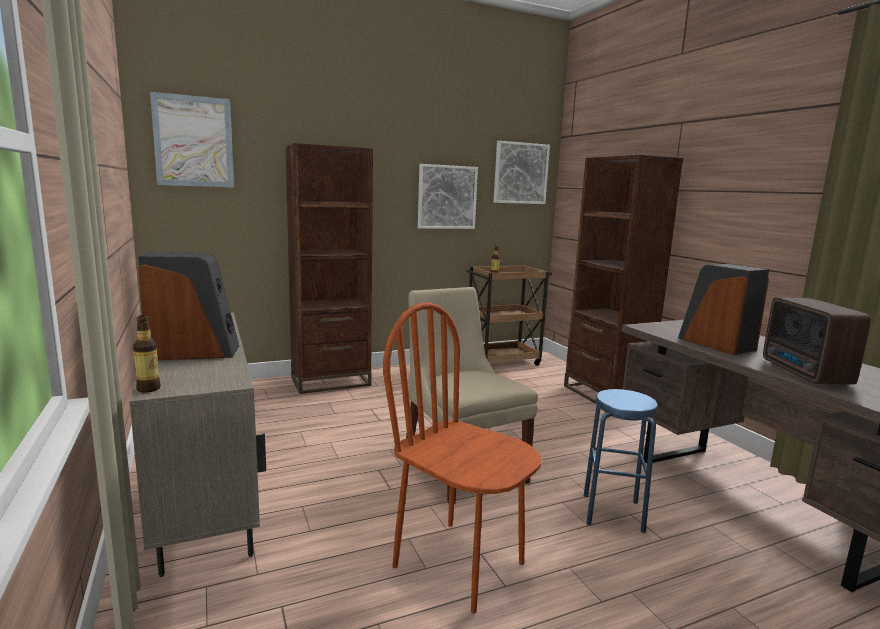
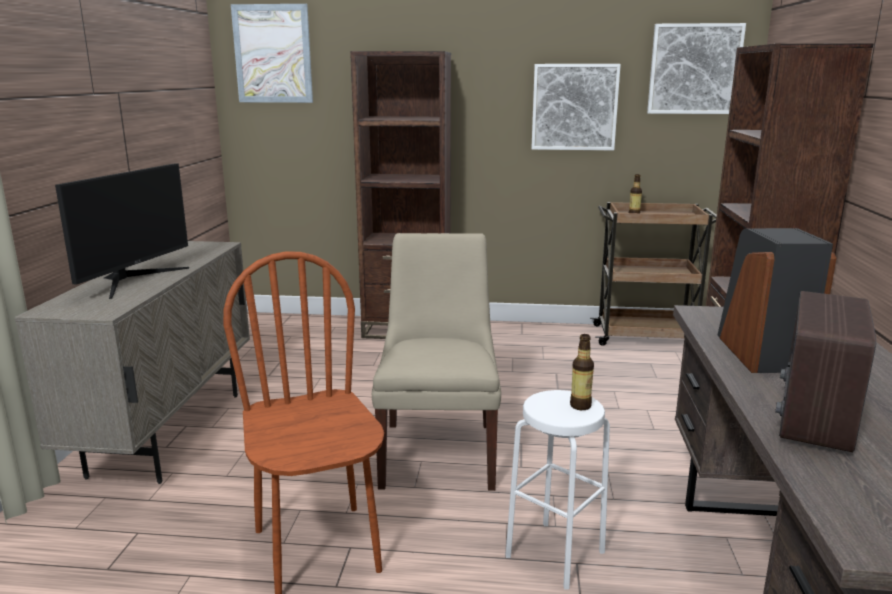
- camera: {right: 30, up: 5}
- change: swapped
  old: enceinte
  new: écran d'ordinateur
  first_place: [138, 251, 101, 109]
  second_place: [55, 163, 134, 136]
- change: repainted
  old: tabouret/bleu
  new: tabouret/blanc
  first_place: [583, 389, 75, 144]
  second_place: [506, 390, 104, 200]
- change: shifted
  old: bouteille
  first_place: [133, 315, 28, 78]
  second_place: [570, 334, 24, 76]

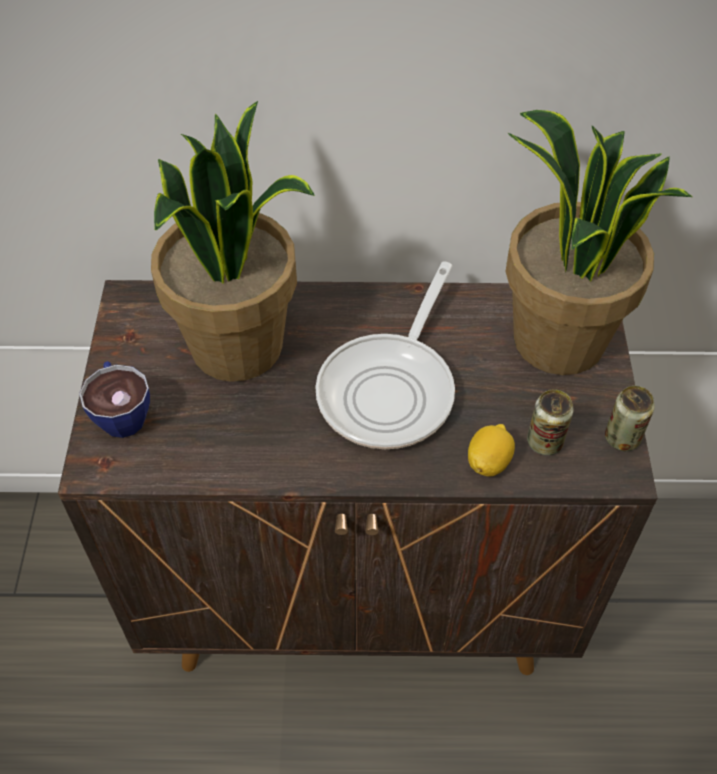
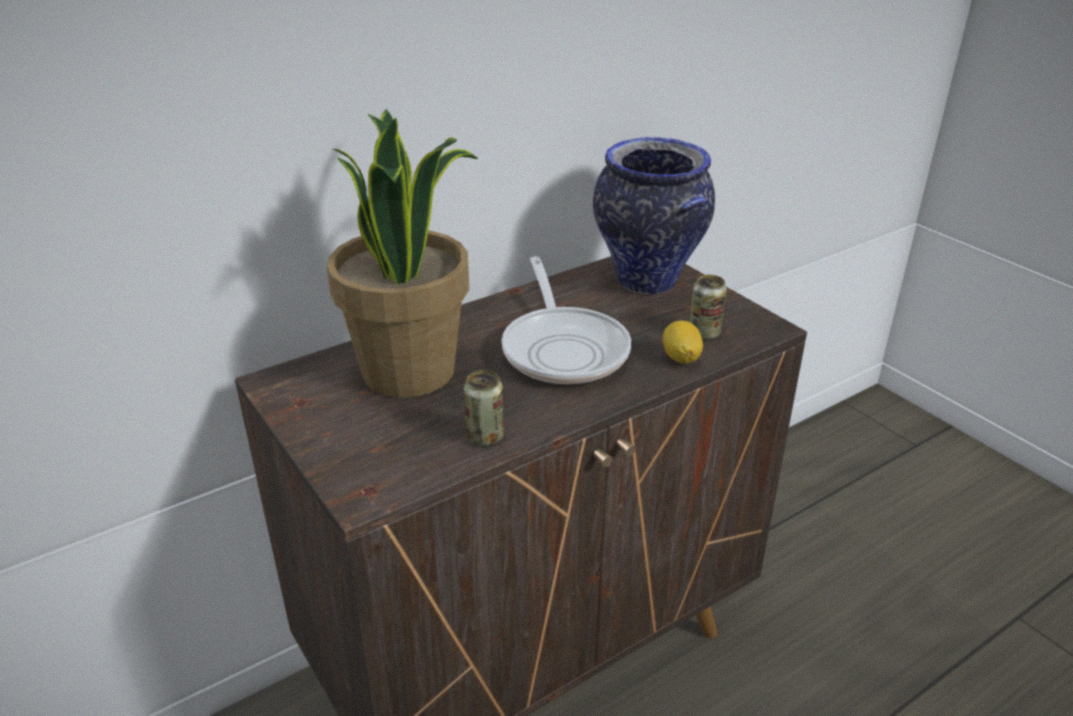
- camera: {right: -35, up: -20}
- change: shifted
  old: boîte métallique
  first_place: [605, 386, 50, 65]
  second_place: [464, 370, 40, 76]
- change: swapped
  old: plante en pot
  new: vase
  first_place: [505, 110, 187, 265]
  second_place: [593, 137, 122, 157]
- change: gone
  old: tasse
  first_place: [79, 361, 71, 77]

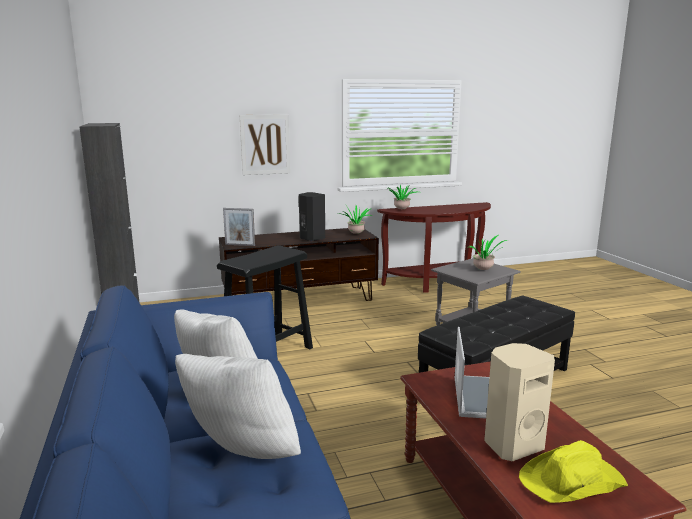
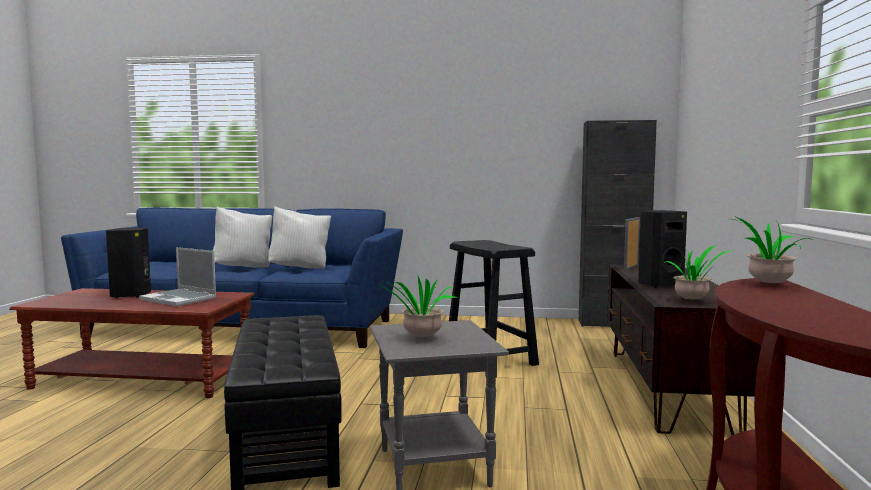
- camera: {right: 115, up: -10}
- change: repainted
  old: enceinte/beige
  new: enceinte/noir
  first_place: [484, 343, 71, 118]
  second_place: [106, 228, 45, 70]
- change: gone
  old: tableau
  first_place: [240, 114, 50, 61]
- change: gone
  old: chapeau/jaune
  first_place: [519, 440, 109, 63]

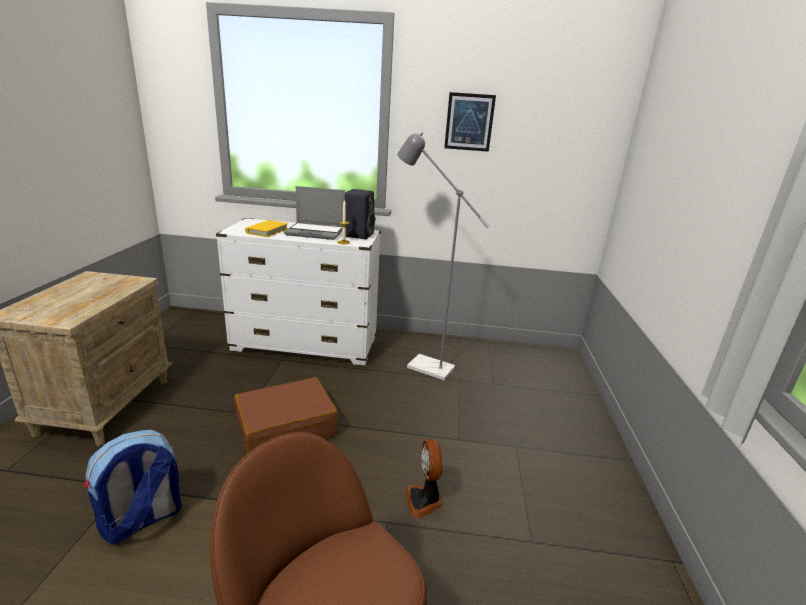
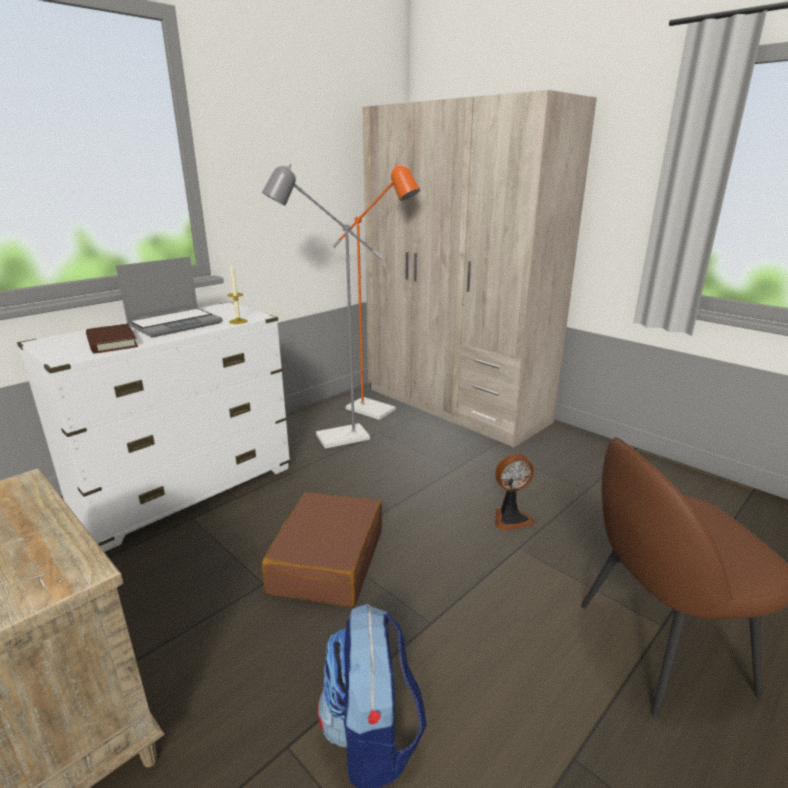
- camera: {right: -50, up: 0}
- change: repainted
  old: livre/jaune
  new: livre/marron
  first_place: [245, 220, 44, 17]
  second_place: [86, 323, 52, 30]
- change: new
  new: lampadaire/orange
  second_place: [332, 163, 88, 257]
- change: new
  new: armoire/beige
  second_place: [362, 90, 235, 358]
- change: rotated
  old: ventilateur
  first_place: [405, 439, 38, 79]
  second_place: [495, 454, 40, 77]
  degrees: -45
- change: gone
  old: enceinte/noir
  first_place: [345, 189, 30, 50]
- change: gone
  old: tableau
  first_place: [444, 92, 52, 60]

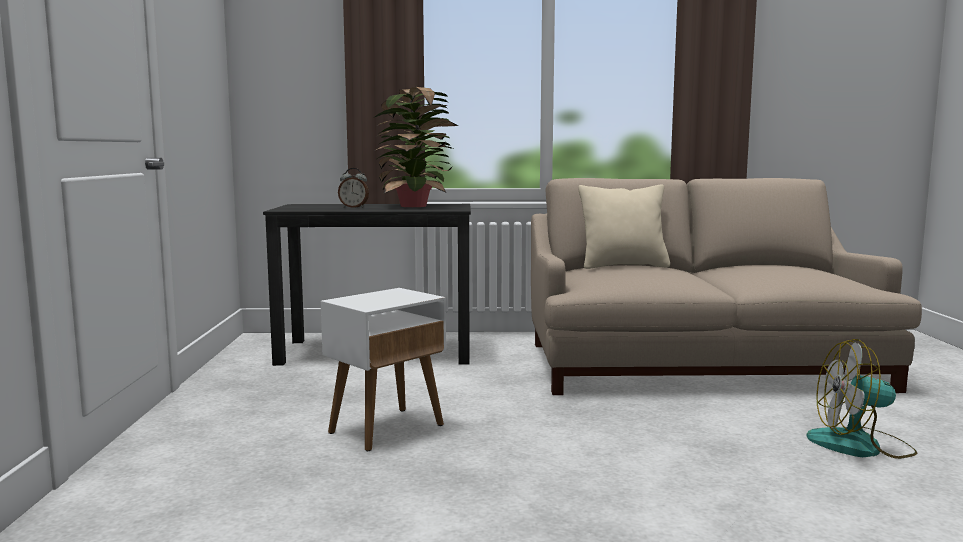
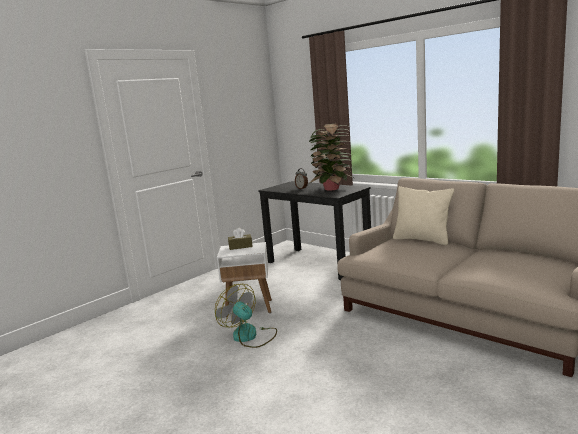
- camera: {right: 45, up: 5}
- change: shifted
  old: ventilateur
  first_place: [806, 339, 111, 120]
  second_place: [215, 284, 62, 64]
- change: new
  new: boîte à mouchoirs/marron
  second_place: [228, 228, 25, 22]

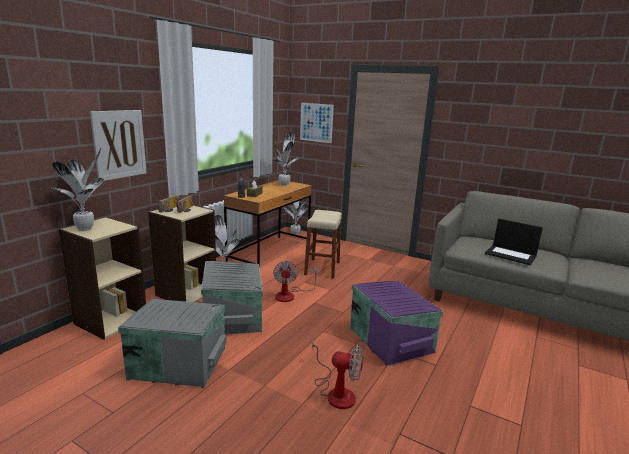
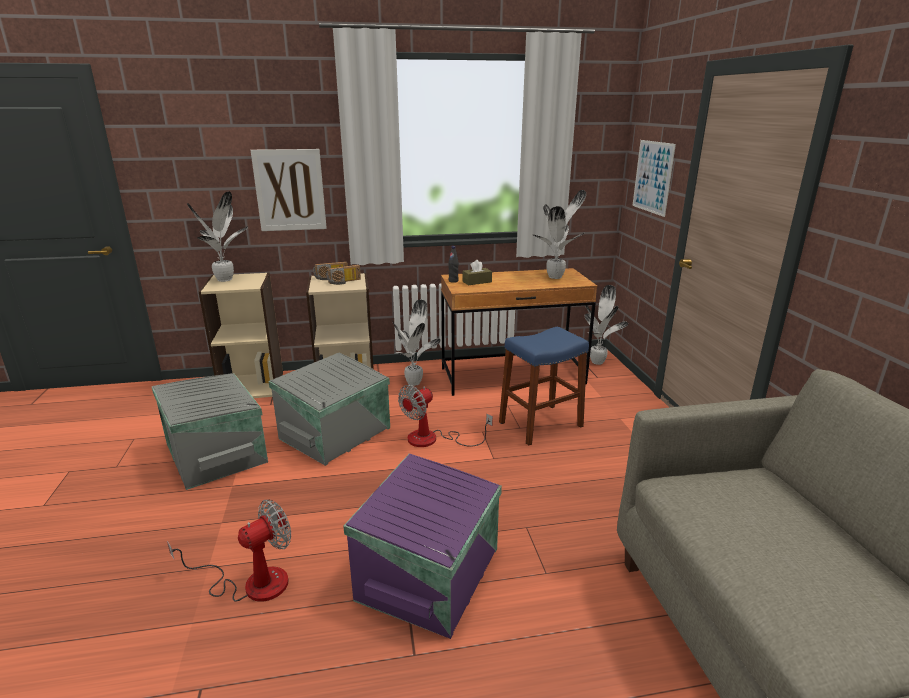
- camera: {right: 50, up: 5}
- change: rotated
  old: ventilateur
  first_place: [312, 339, 51, 70]
  second_place: [167, 499, 124, 103]
  degrees: -105
- change: repainted
  old: tabouret/beige
  new: tabouret/bleu
  first_place: [304, 210, 38, 69]
  second_place: [499, 327, 90, 119]
- change: gone
  old: ordinateur portable
  first_place: [485, 219, 58, 46]

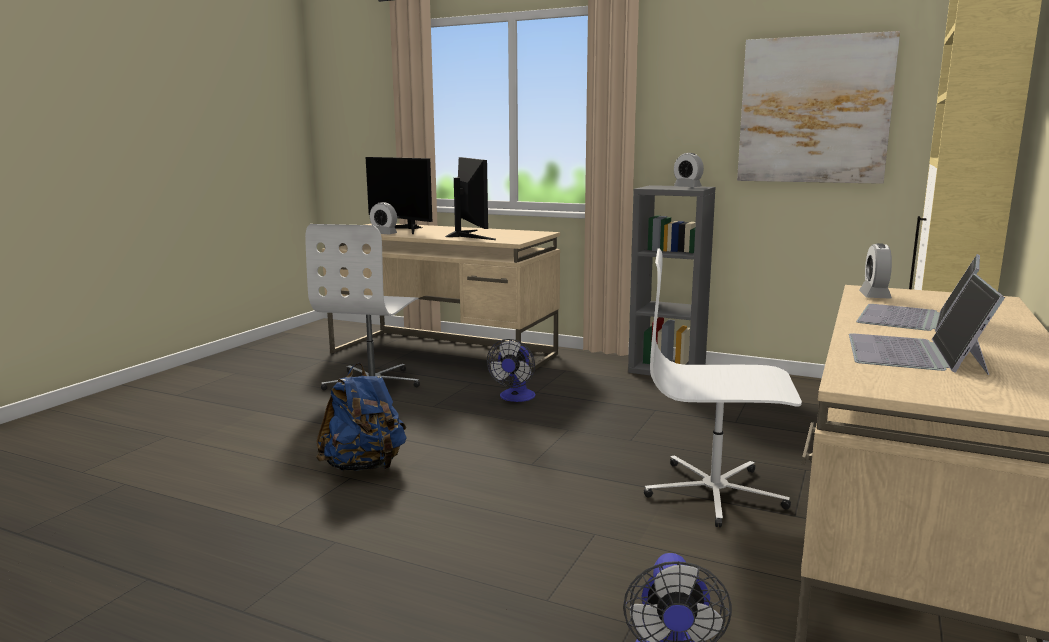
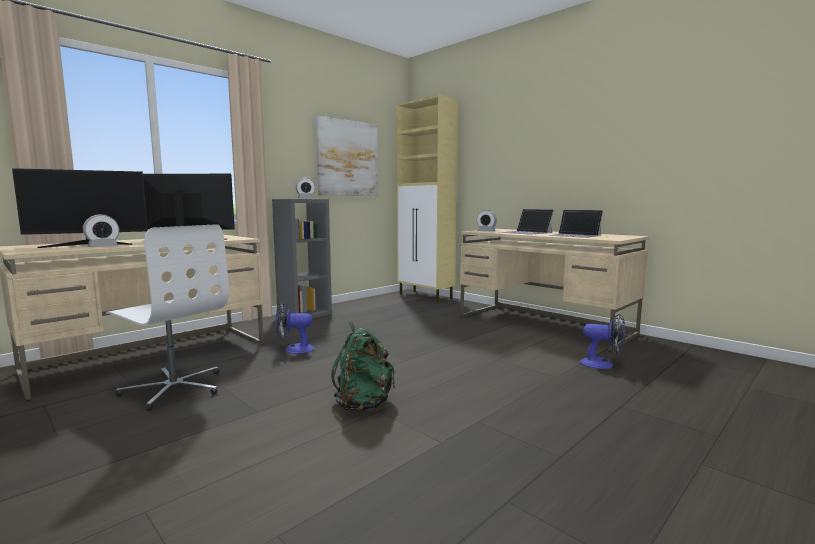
- camera: {right: -70, up: -5}
- change: rotated
  old: ventilateur
  first_place: [487, 339, 48, 63]
  second_place: [276, 302, 38, 52]
  degrees: 135
- change: repainted
  old: sac à dos/bleu
  new: sac à dos/vert
  first_place: [316, 363, 91, 108]
  second_place: [331, 322, 64, 90]
- change: gone
  old: chaise de bureau/blanc
  first_place: [644, 249, 158, 279]

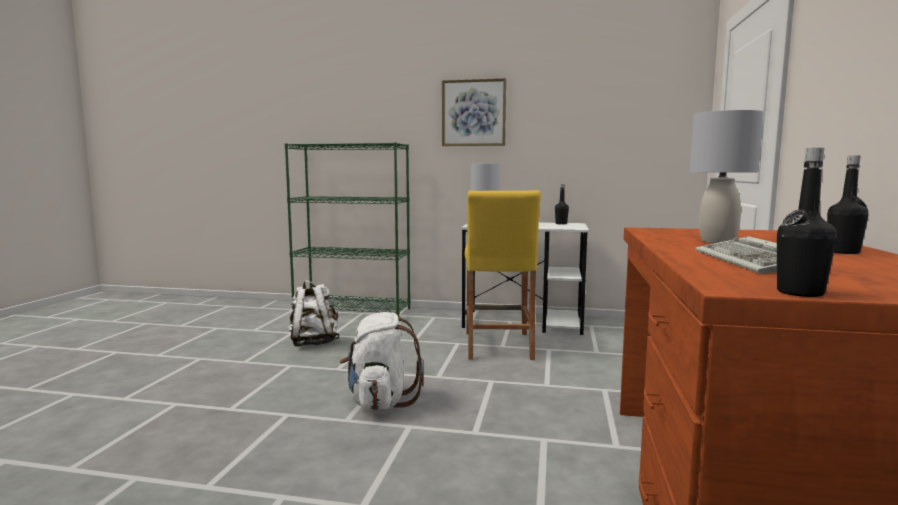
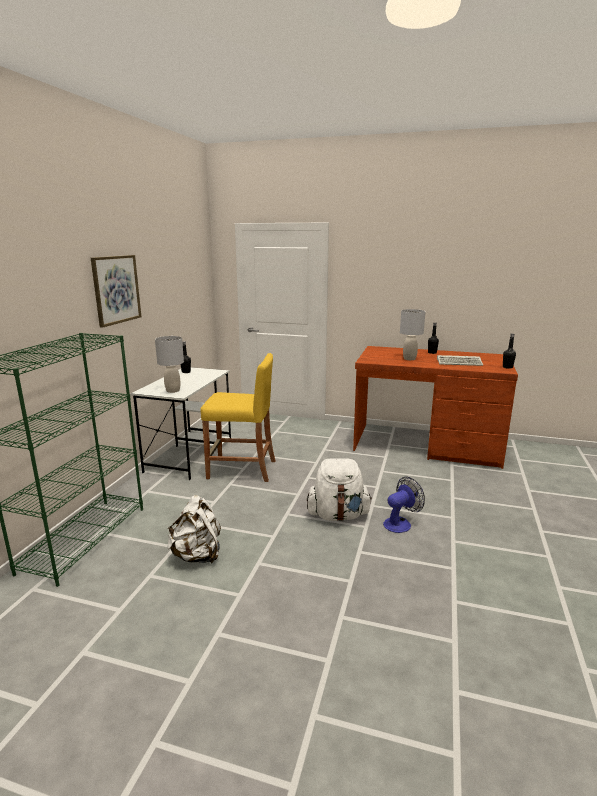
- camera: {right: -85, up: 10}
- change: new
  new: ventilateur
  second_place: [383, 477, 42, 56]

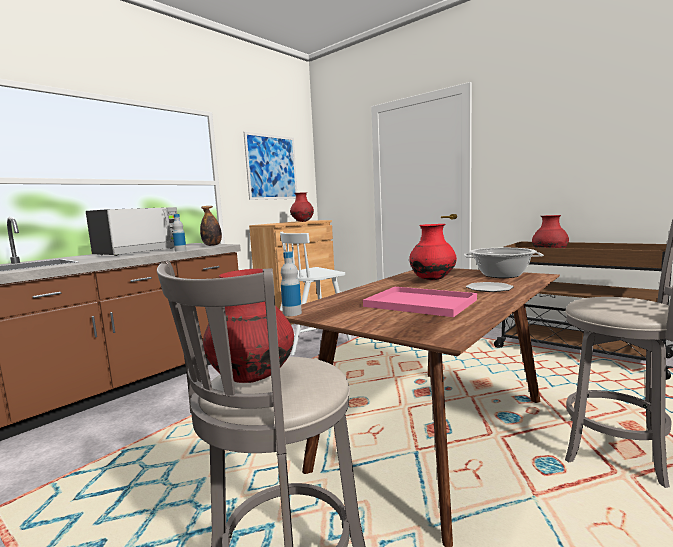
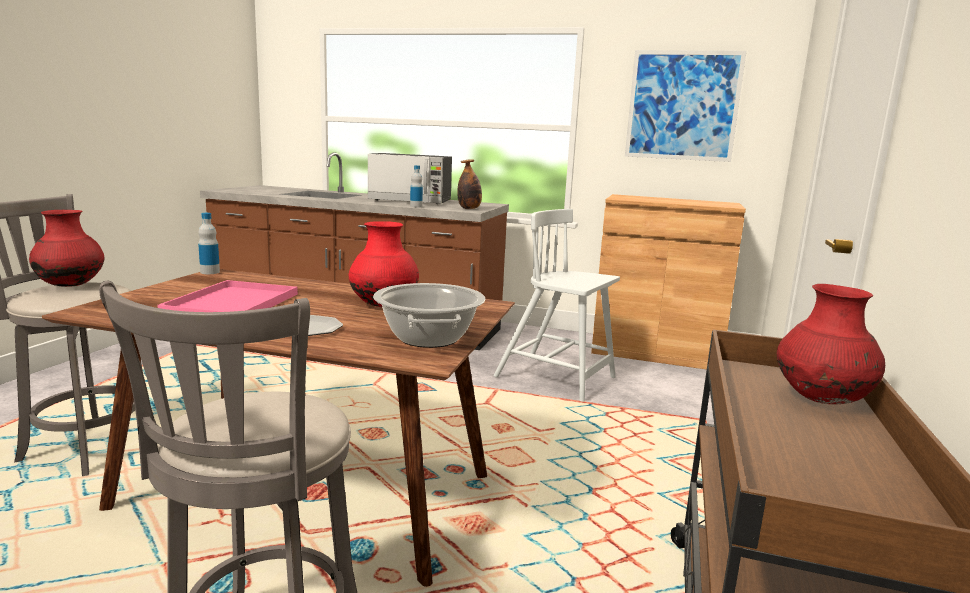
- camera: {right: 65, up: 5}
- change: gone
  old: vase/rouge
  first_place: [290, 192, 24, 30]

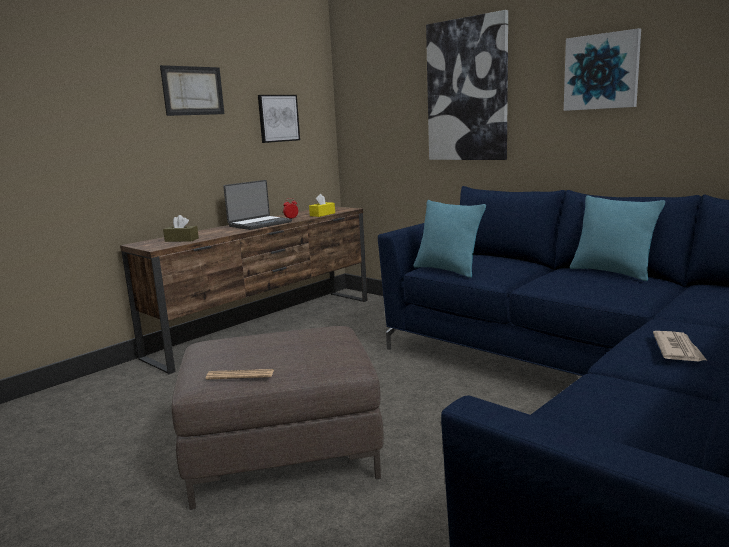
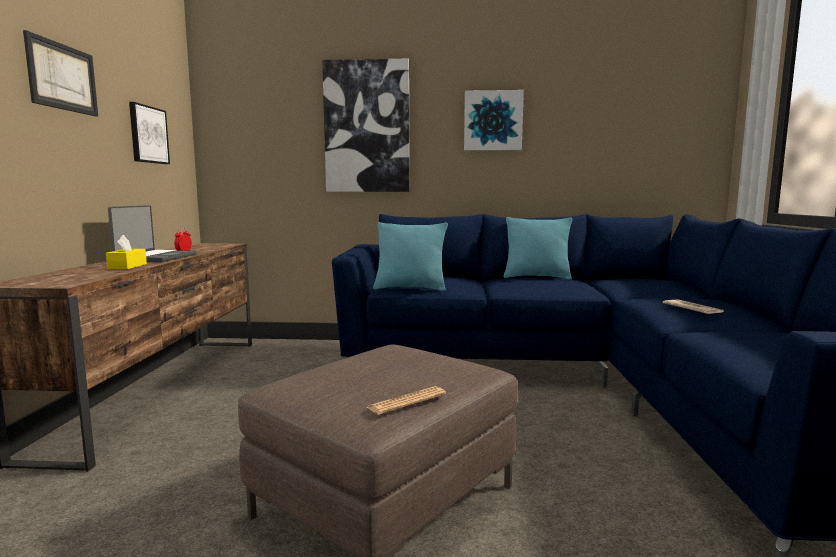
- camera: {right: -40, up: -5}
- change: shifted
  old: boîte à mouchoirs/jaune
  first_place: [309, 194, 26, 23]
  second_place: [106, 235, 41, 34]
- change: gone
  old: boîte à mouchoirs/marron
  first_place: [163, 215, 36, 27]

